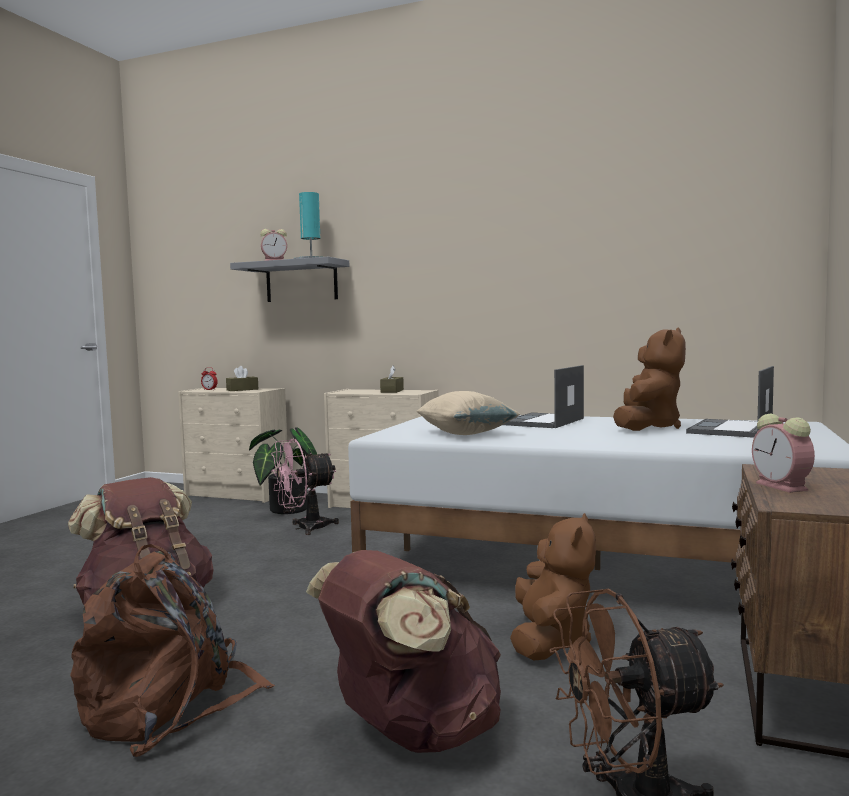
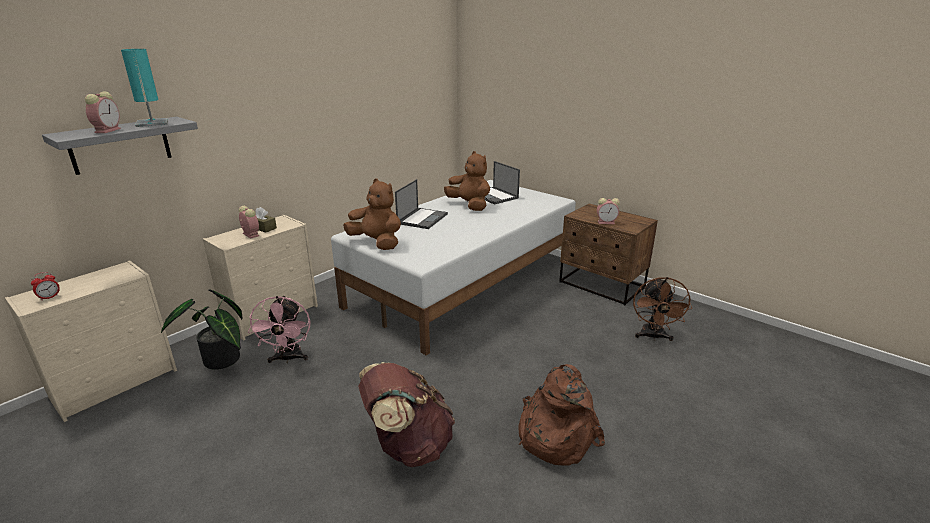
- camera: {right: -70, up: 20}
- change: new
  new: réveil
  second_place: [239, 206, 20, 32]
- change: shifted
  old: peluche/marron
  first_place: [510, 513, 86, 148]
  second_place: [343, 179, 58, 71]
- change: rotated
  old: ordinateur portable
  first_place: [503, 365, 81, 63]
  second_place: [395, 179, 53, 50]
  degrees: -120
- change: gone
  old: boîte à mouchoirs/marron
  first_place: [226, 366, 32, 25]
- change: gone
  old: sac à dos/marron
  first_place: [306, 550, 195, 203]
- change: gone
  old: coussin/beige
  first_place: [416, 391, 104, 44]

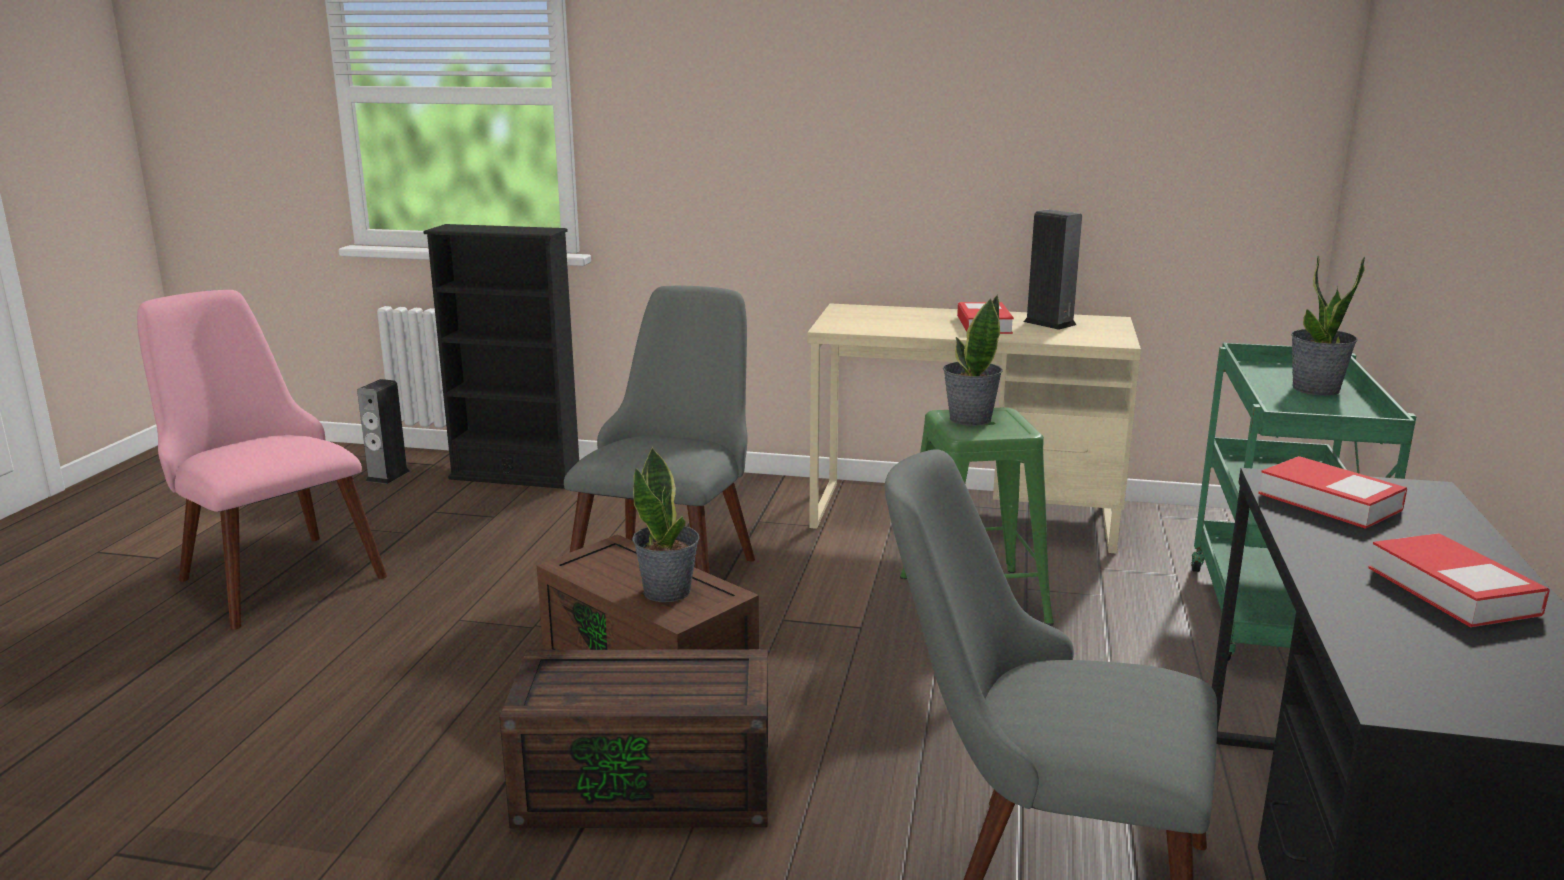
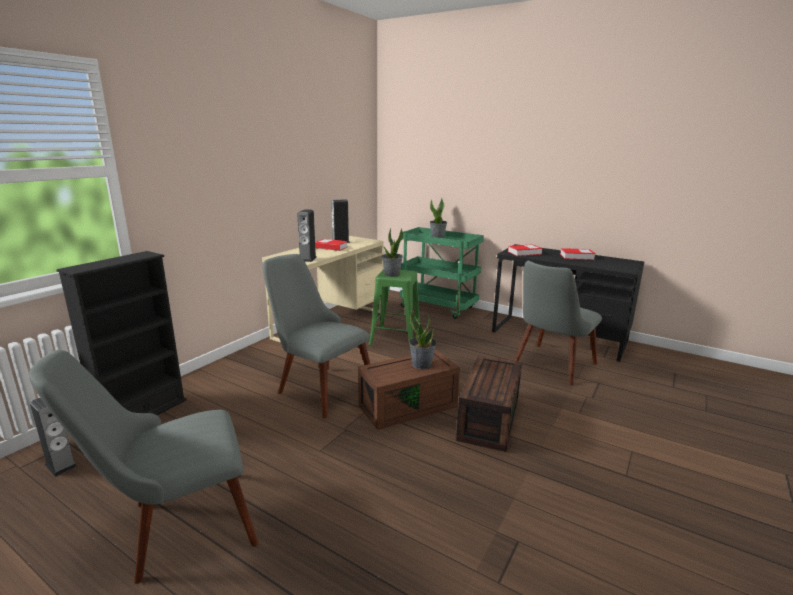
- camera: {right: -70, up: 0}
- change: repainted
  old: chaise/rose
  new: chaise/gris
  first_place: [137, 290, 250, 340]
  second_place: [29, 350, 229, 234]
- change: new
  new: enceinte
  second_place: [297, 209, 20, 53]

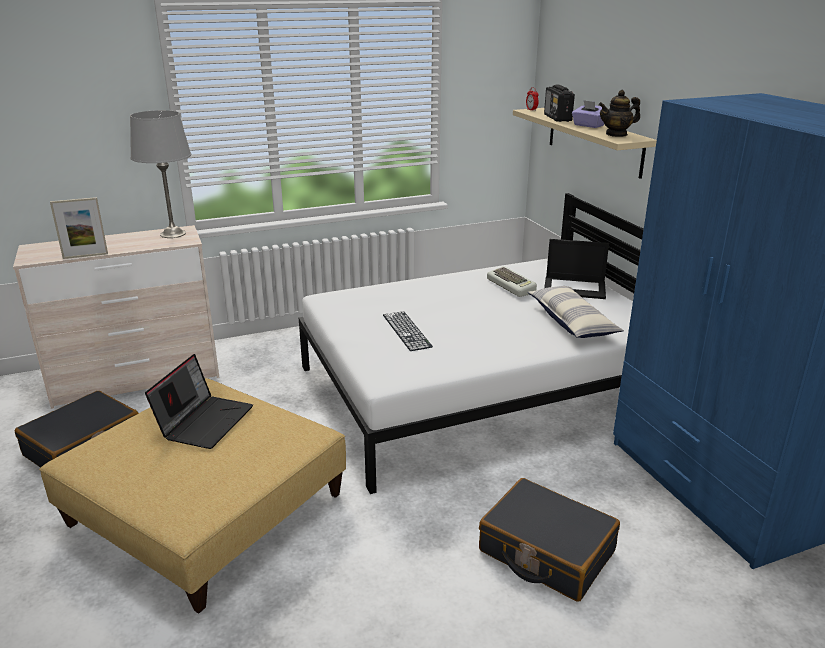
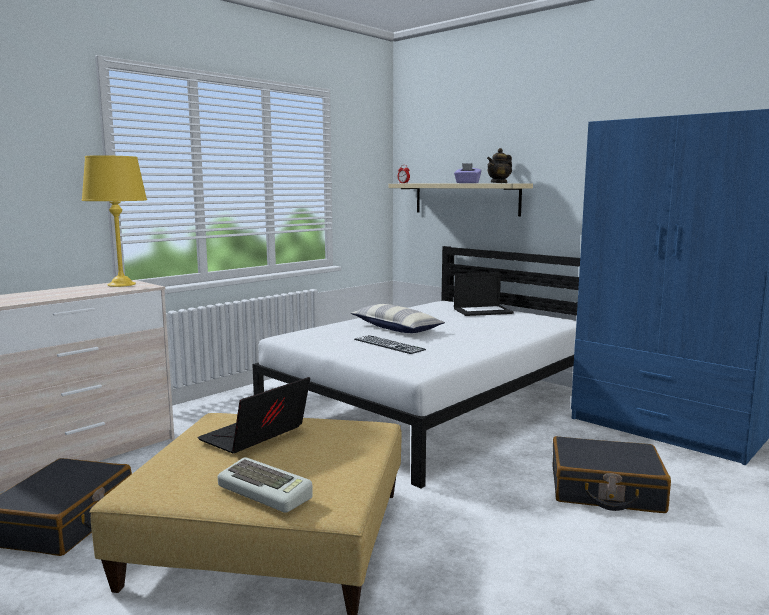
- camera: {right: -25, up: -15}
- change: repainted
  old: lampe de table/gris
  new: lampe de table/jaune
  first_place: [130, 110, 61, 128]
  second_place: [82, 155, 65, 132]
- change: rotated
  old: ordinateur portable
  first_place: [145, 354, 108, 95]
  second_place: [197, 377, 113, 77]
  degrees: -135
- change: shifted
  old: clavier
  first_place: [487, 266, 50, 31]
  second_place: [218, 457, 95, 56]
- change: shifted
  old: coussin
  first_place: [528, 286, 96, 52]
  second_place: [351, 304, 94, 29]
- change: gone
  old: cadre photo
  first_place: [50, 197, 58, 62]
- change: gone
  old: radio
  first_place: [544, 85, 31, 37]

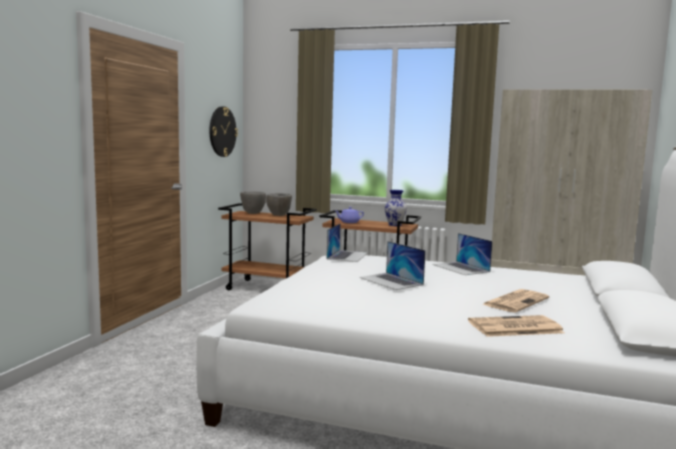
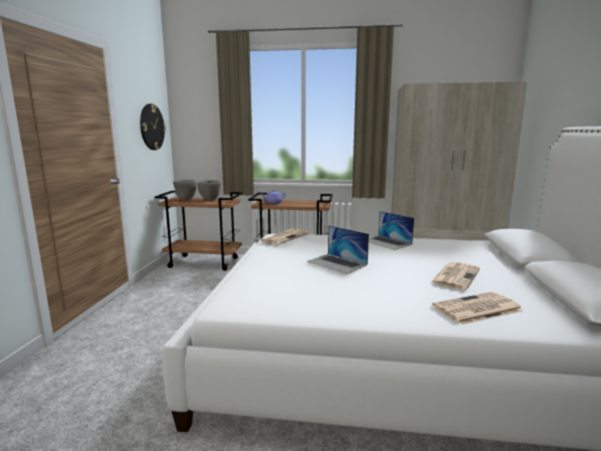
- camera: {right: -10, up: 5}
- change: swapped
  old: ordinateur portable
  new: journal
  first_place: [327, 223, 40, 39]
  second_place: [261, 229, 48, 16]
- change: gone
  old: vase
  first_place: [385, 190, 22, 36]

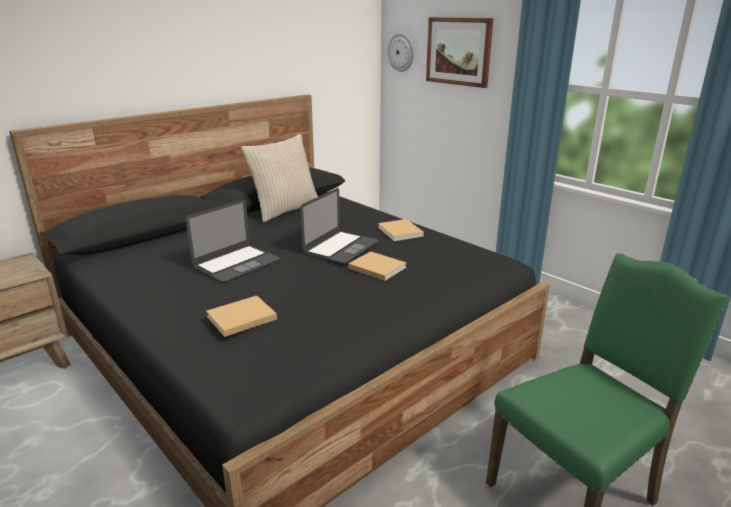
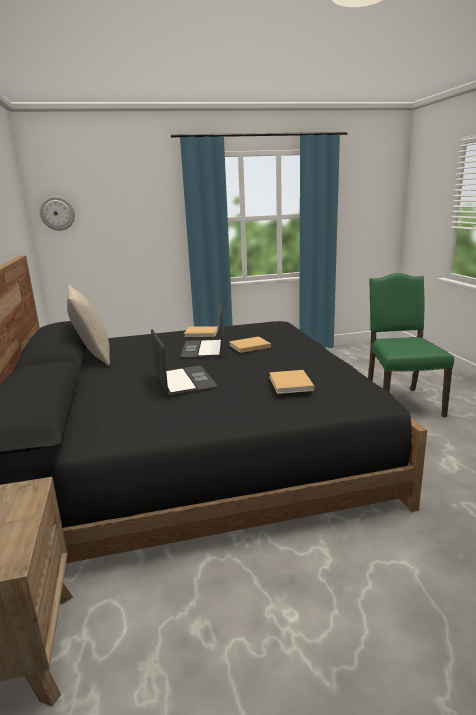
- camera: {right: -60, up: -5}
- change: rotated
  old: ordinateur portable
  first_place: [301, 188, 78, 76]
  second_place: [180, 303, 44, 55]
  degrees: -150
- change: gone
  old: tableau
  first_place: [426, 17, 67, 71]

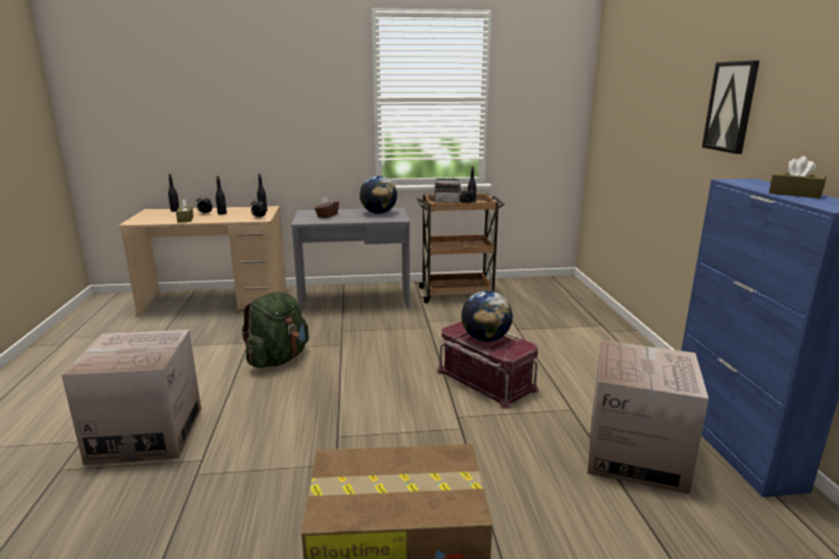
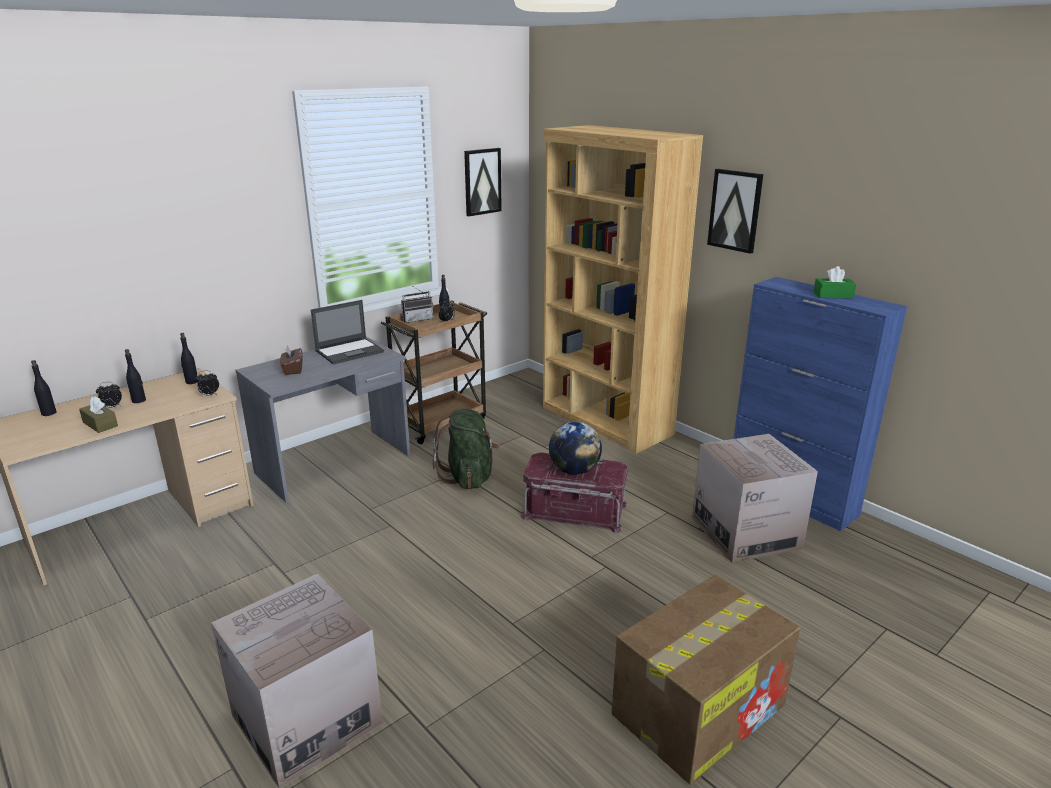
- camera: {right: -35, up: 5}
- change: swapped
  old: globe
  new: ordinateur portable
  first_place: [360, 176, 37, 38]
  second_place: [311, 300, 73, 64]
- change: shifted
  old: sac à dos/vert
  first_place: [242, 292, 67, 76]
  second_place: [433, 409, 66, 80]
- change: new
  new: tableau
  second_place: [464, 148, 38, 68]
- change: new
  new: bibliothèque/marron
  second_place: [543, 125, 160, 329]
- change: repainted
  old: boîte à mouchoirs/marron
  new: boîte à mouchoirs/vert
  first_place: [769, 156, 57, 42]
  second_place: [813, 266, 43, 32]

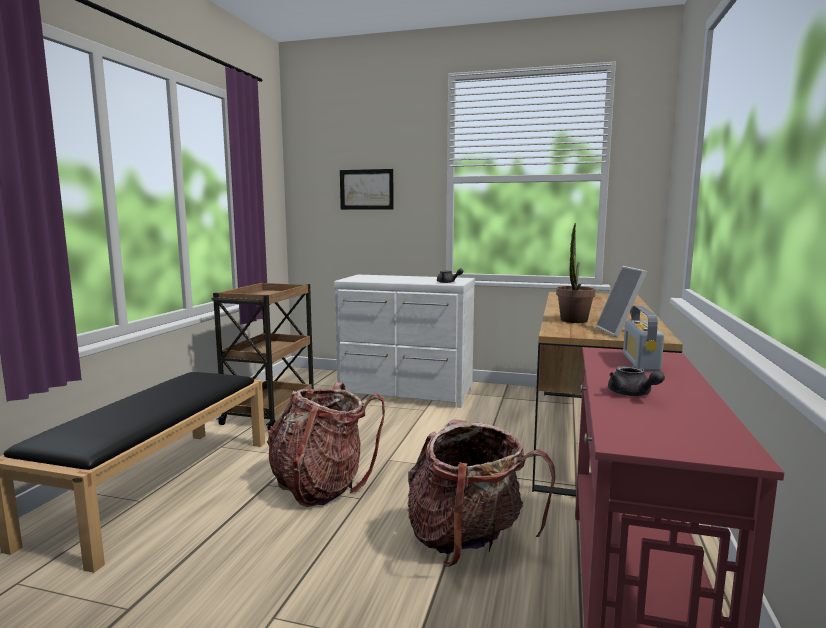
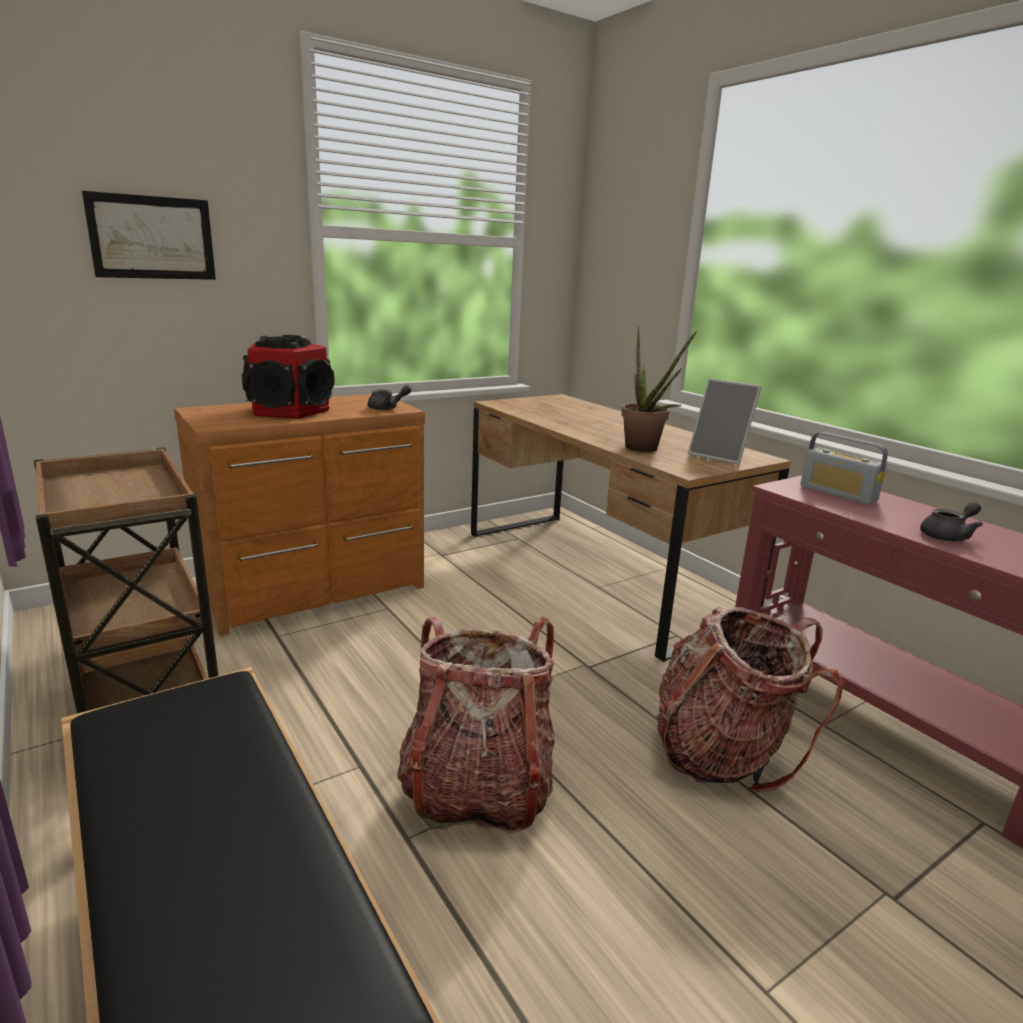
- camera: {right: -50, up: 10}
- change: repainted
  old: commode/blanc
  new: commode/marron
  first_place: [334, 275, 141, 133]
  second_place: [174, 394, 251, 242]
- change: new
  new: enceinte
  second_place: [242, 335, 92, 84]
- change: rotated
  old: théière/gris
  first_place: [608, 365, 57, 31]
  second_place: [920, 502, 63, 40]
  degrees: -45

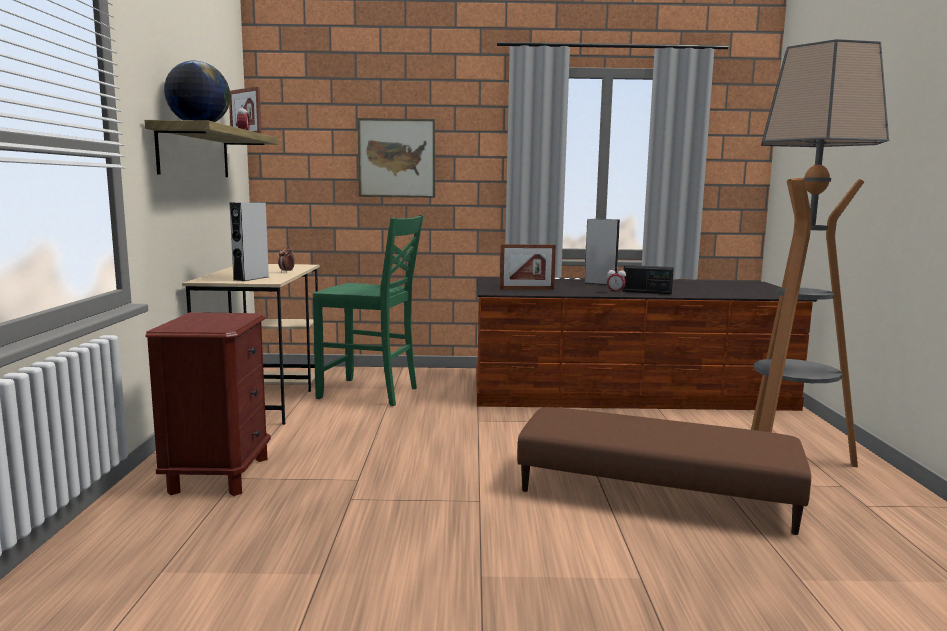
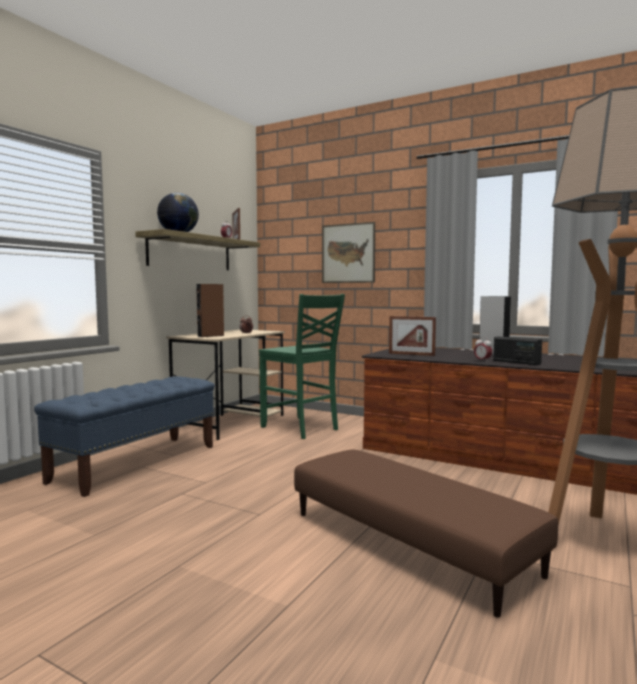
- camera: {right: 30, up: -5}
- change: swapped
  old: table de chevet/marron
  new: banc/bleu
  first_place: [145, 312, 126, 184]
  second_place: [34, 376, 181, 121]
- change: repainted
  old: enceinte/gris
  new: enceinte/marron
  first_place: [229, 202, 40, 79]
  second_place: [196, 284, 28, 53]

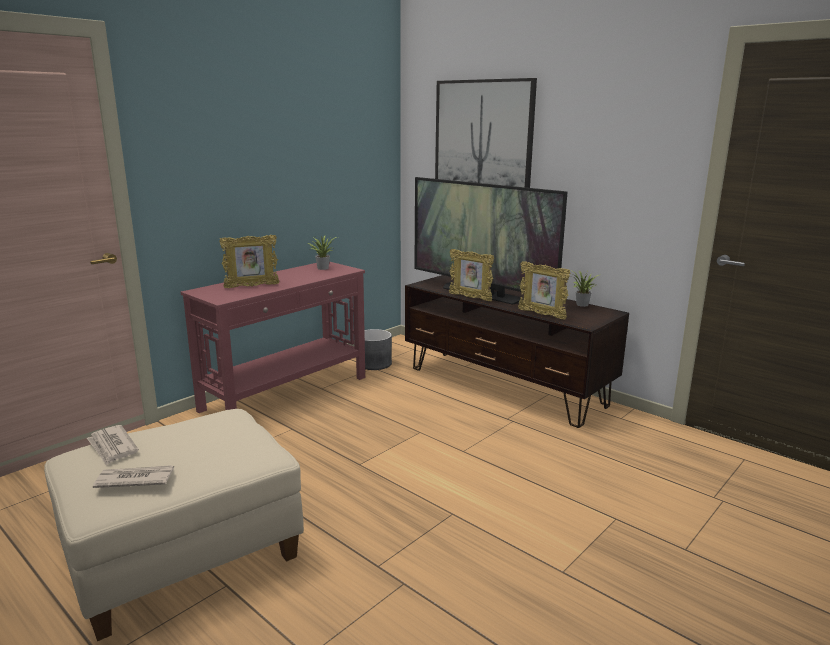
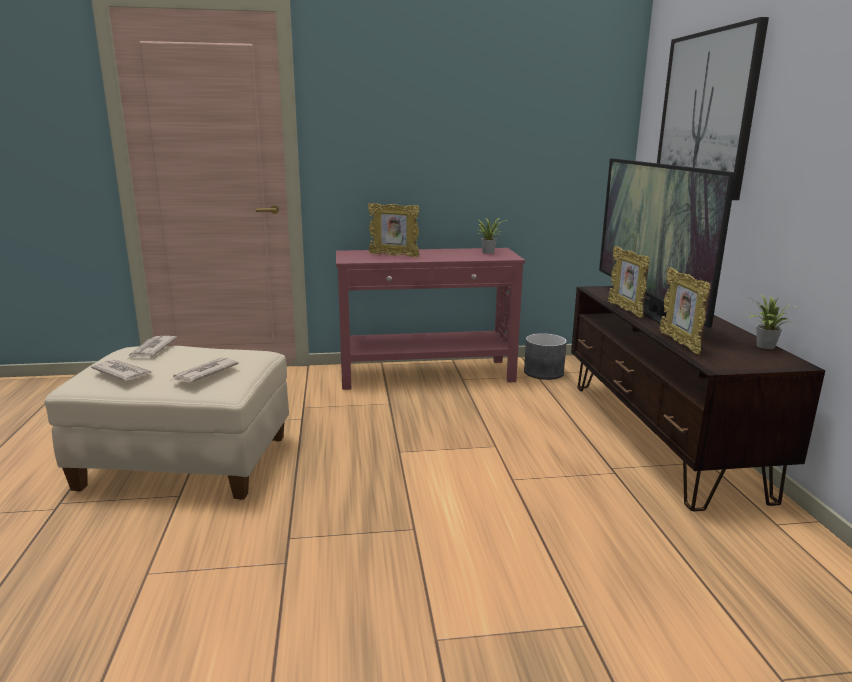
- camera: {right: 40, up: 0}
- change: new
  new: journal
  second_place: [172, 357, 67, 26]

